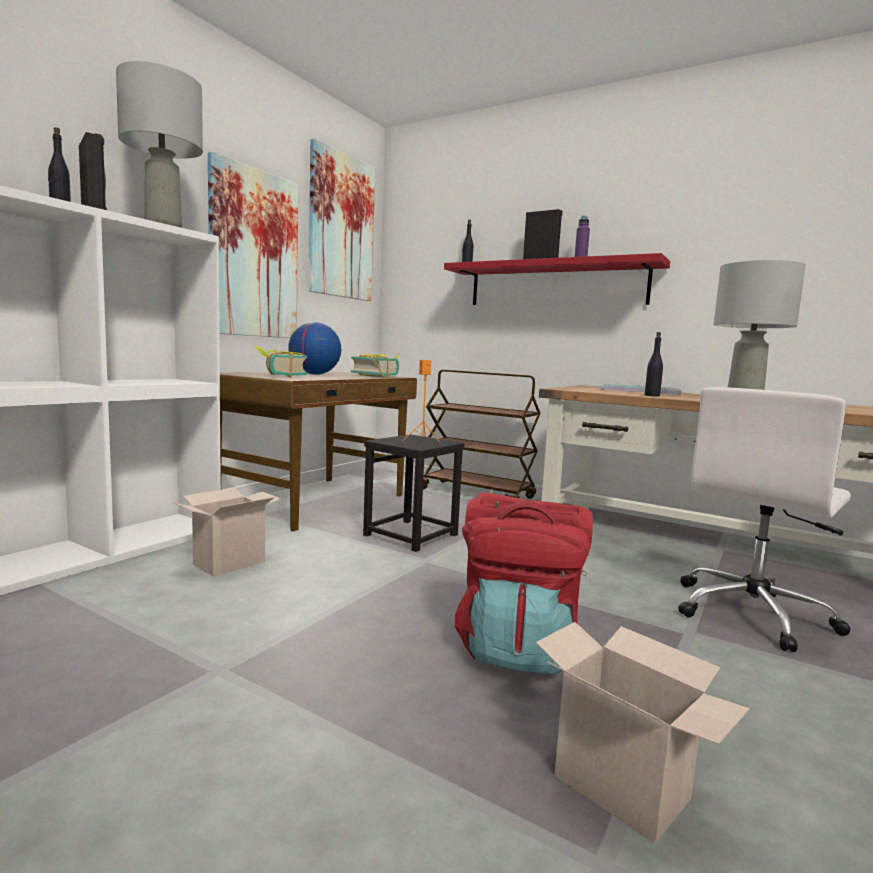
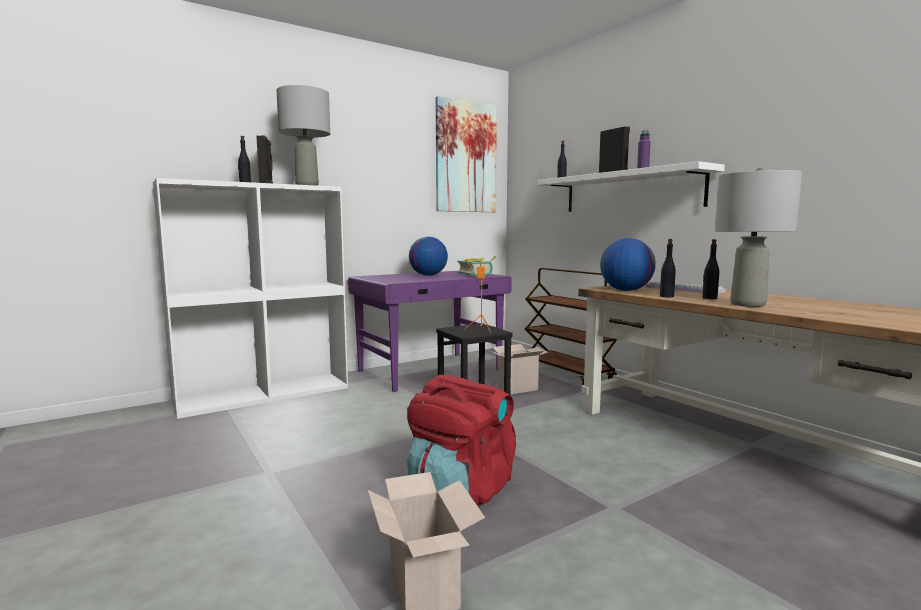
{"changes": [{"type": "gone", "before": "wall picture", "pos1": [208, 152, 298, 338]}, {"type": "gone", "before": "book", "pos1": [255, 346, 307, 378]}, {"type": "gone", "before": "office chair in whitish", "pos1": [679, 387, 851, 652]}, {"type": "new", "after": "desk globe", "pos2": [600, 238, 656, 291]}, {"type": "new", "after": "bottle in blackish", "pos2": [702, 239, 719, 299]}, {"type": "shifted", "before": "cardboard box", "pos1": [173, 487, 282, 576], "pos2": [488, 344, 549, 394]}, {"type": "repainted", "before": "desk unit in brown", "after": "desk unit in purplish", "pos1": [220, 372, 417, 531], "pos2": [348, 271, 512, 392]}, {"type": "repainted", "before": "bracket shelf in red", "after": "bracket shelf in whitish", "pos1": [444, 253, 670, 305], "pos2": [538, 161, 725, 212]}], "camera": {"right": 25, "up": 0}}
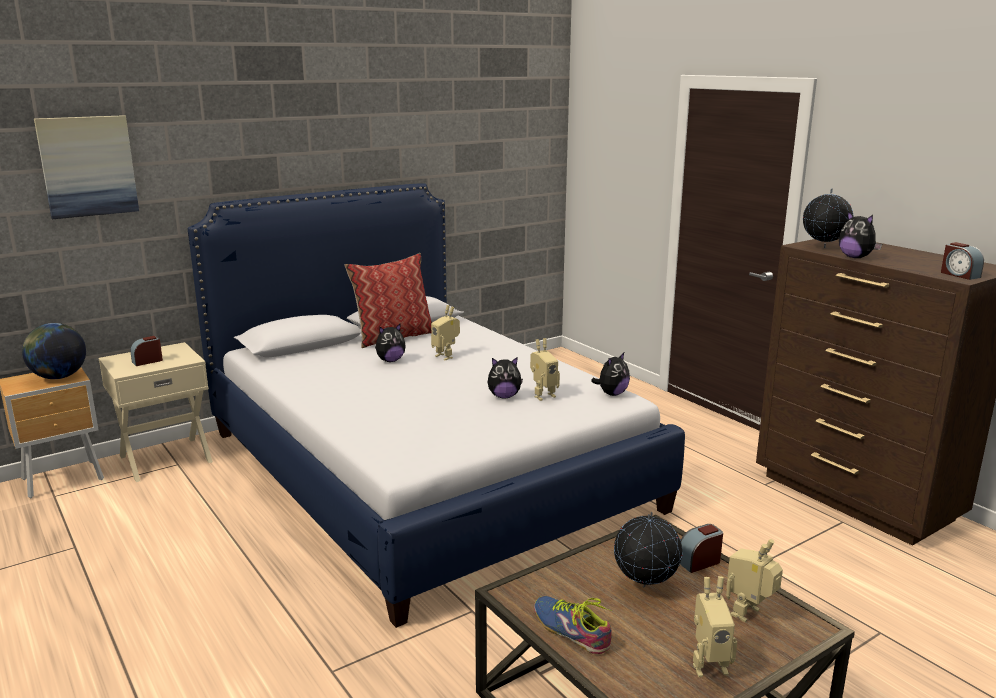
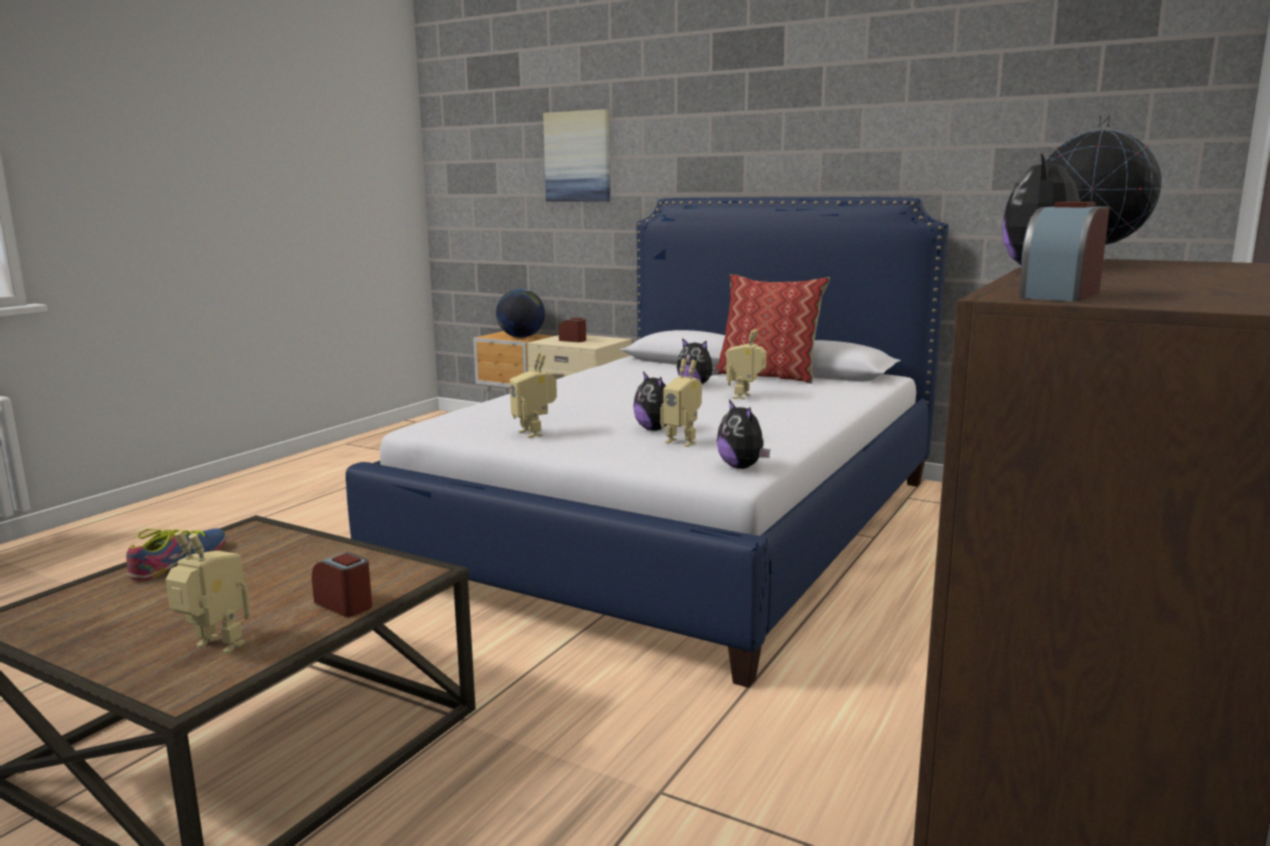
{"changes": [{"type": "gone", "before": "desk globe", "pos1": [614, 512, 683, 587]}, {"type": "shifted", "before": "robot figure", "pos1": [693, 576, 737, 677], "pos2": [510, 353, 557, 438]}, {"type": "rotated", "before": "cuddly toy", "pos1": [591, 353, 630, 396], "pos2": [717, 399, 770, 469], "turn": 45}], "camera": {"right": 65, "up": -5}}
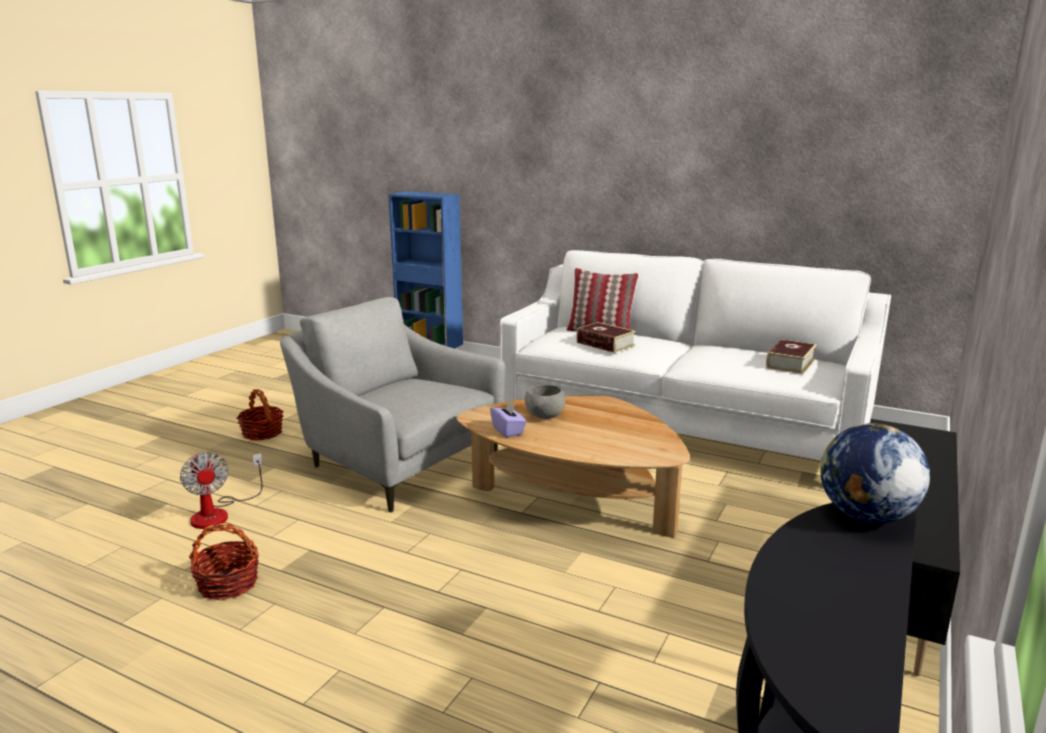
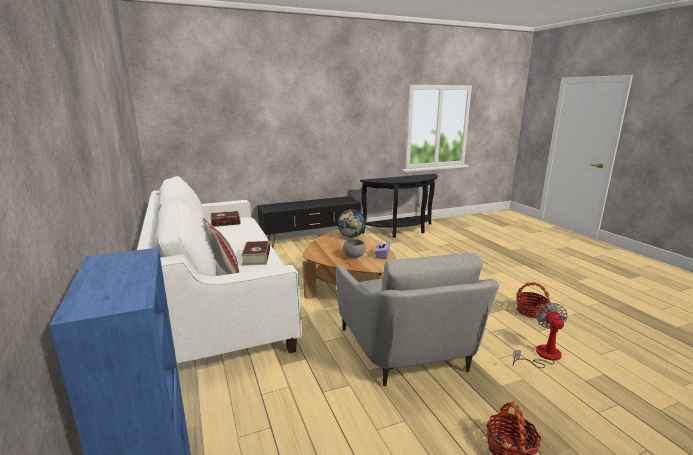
{"changes": [{"type": "shifted", "before": "desk globe", "pos1": [820, 423, 930, 523], "pos2": [338, 209, 366, 238]}], "camera": {"right": -140, "up": 0}}
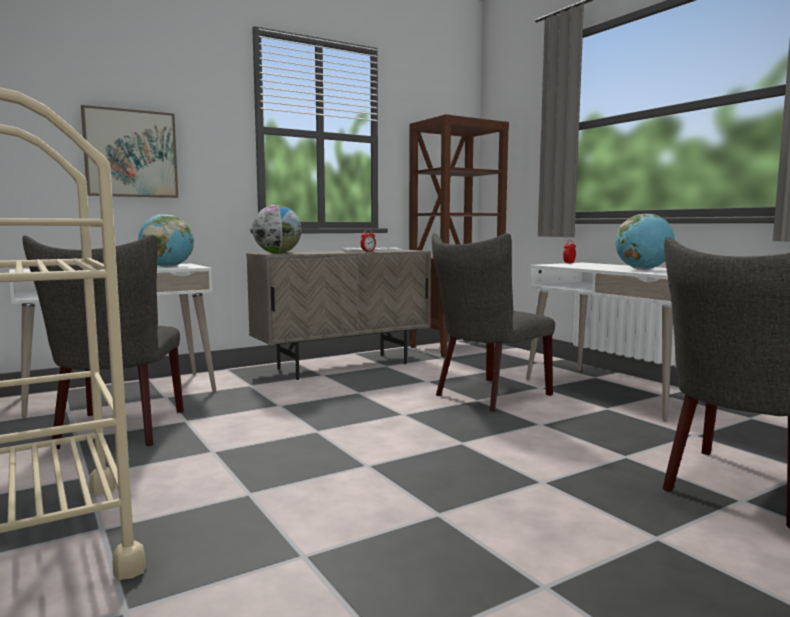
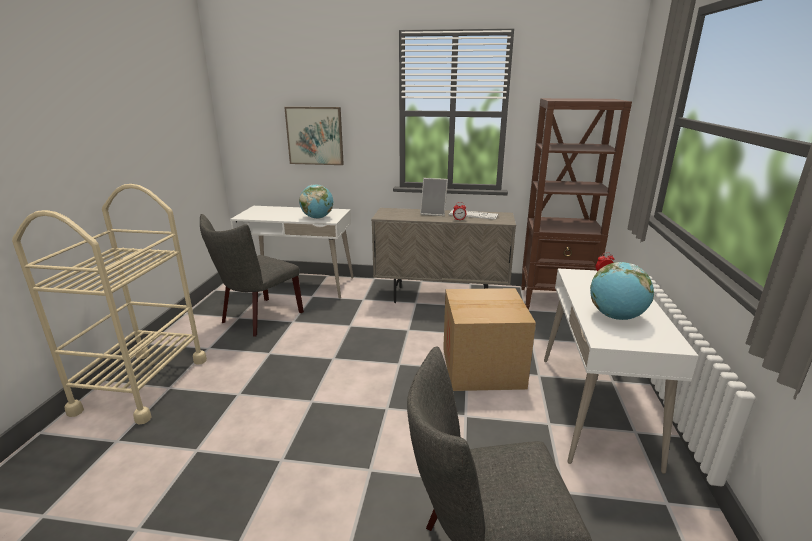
{"changes": [{"type": "gone", "before": "desk globe", "pos1": [252, 205, 302, 254]}, {"type": "new", "after": "photo frame", "pos2": [420, 178, 448, 216]}, {"type": "swapped", "before": "chair in grey", "after": "cardboard box", "pos1": [432, 233, 555, 412], "pos2": [443, 288, 536, 391]}], "camera": {"right": 40, "up": 15}}
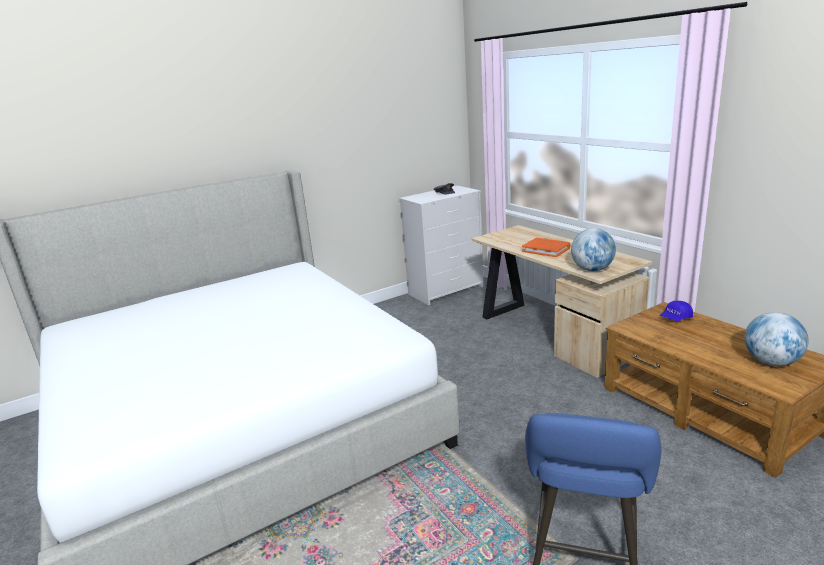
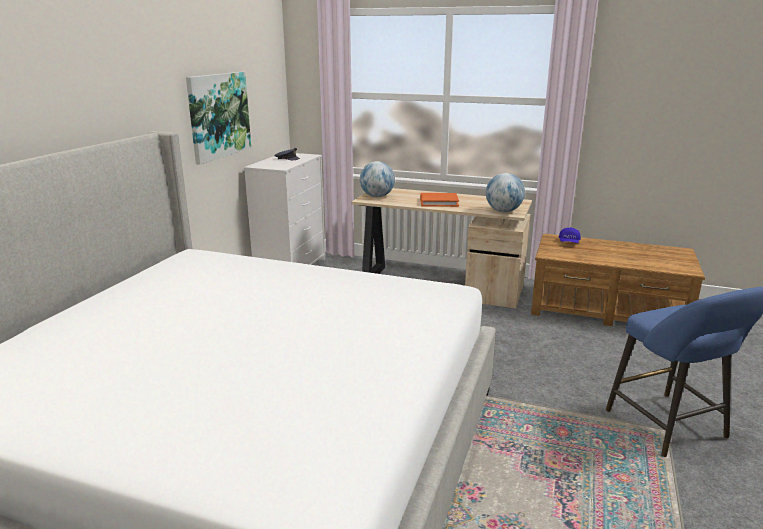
{"changes": [{"type": "new", "after": "wall picture", "pos2": [186, 72, 251, 165]}, {"type": "shifted", "before": "desk globe", "pos1": [745, 312, 809, 366], "pos2": [360, 161, 395, 197]}], "camera": {"right": -40, "up": 0}}
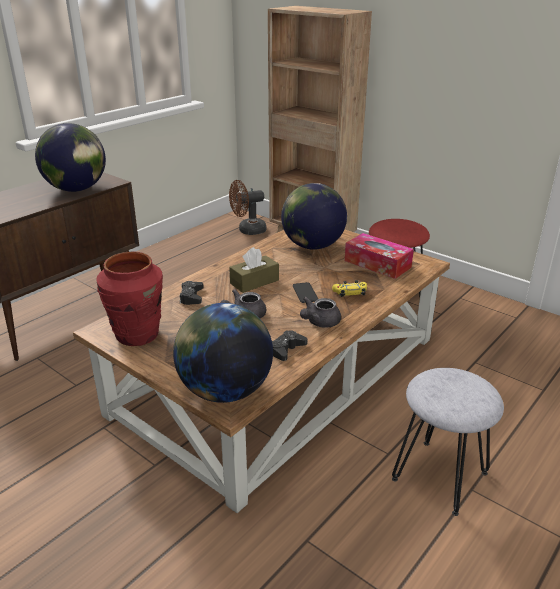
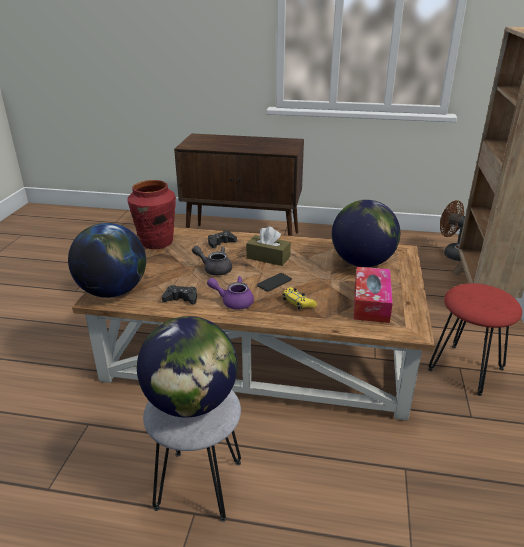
{"changes": [{"type": "shifted", "before": "desk globe", "pos1": [35, 123, 106, 192], "pos2": [137, 316, 238, 417]}, {"type": "repainted", "before": "teapot in grey", "after": "teapot in purplish", "pos1": [300, 297, 341, 328], "pos2": [207, 276, 254, 310]}], "camera": {"right": 60, "up": 0}}
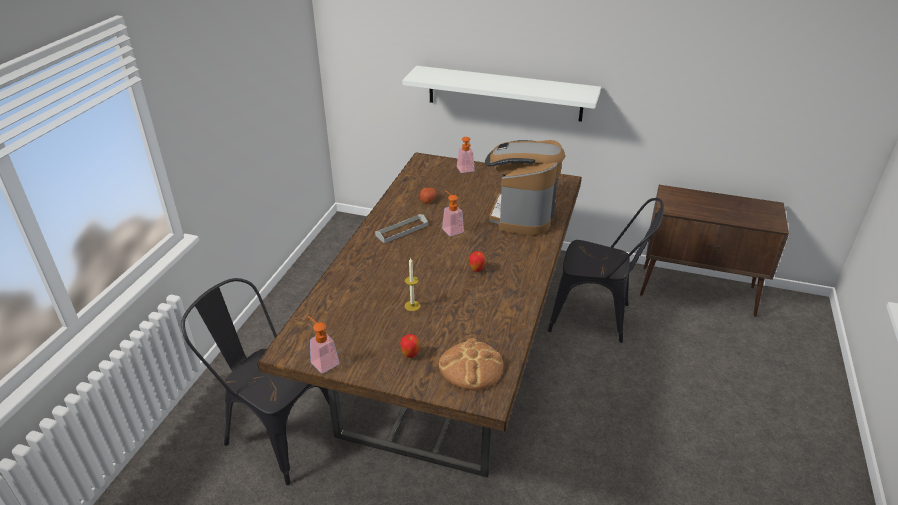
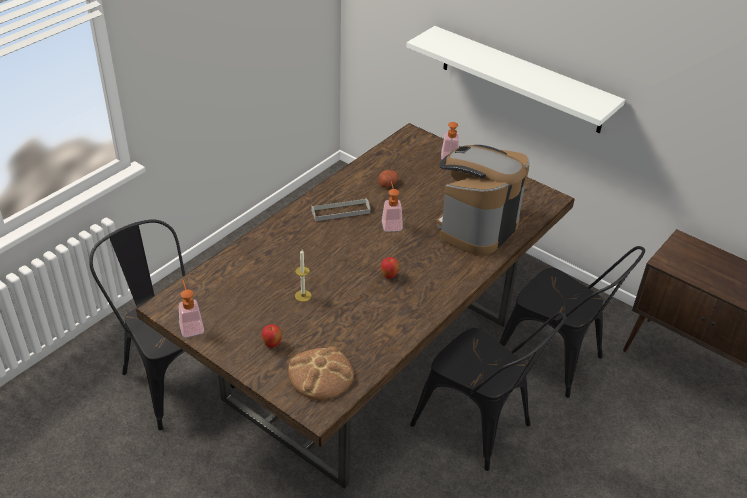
{"changes": [{"type": "new", "after": "chair in blackish", "pos2": [410, 312, 567, 471]}], "camera": {"right": 20, "up": 5}}
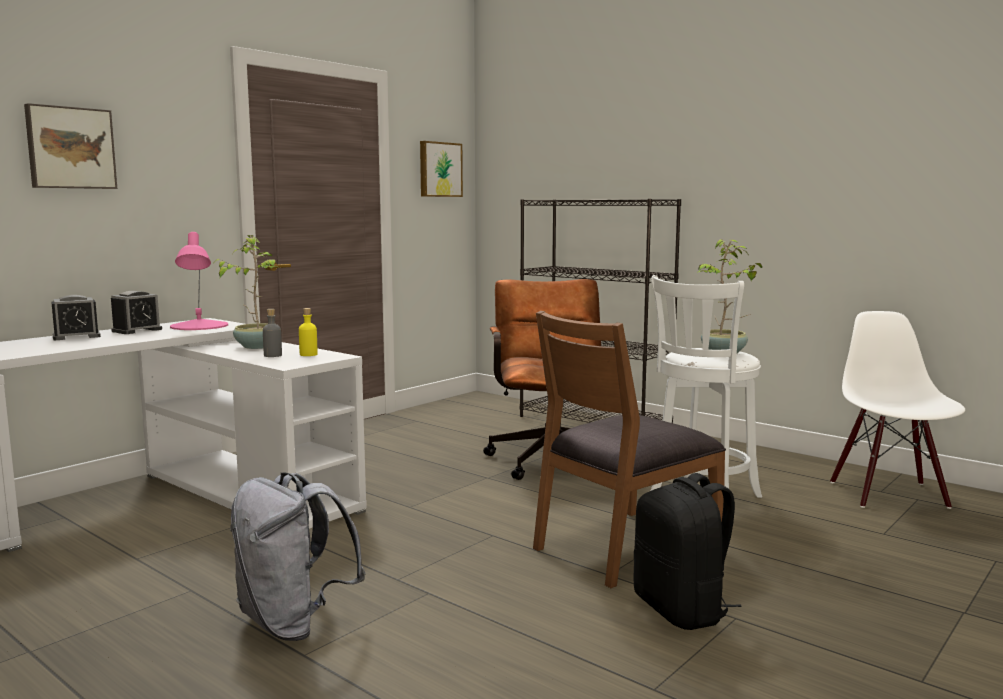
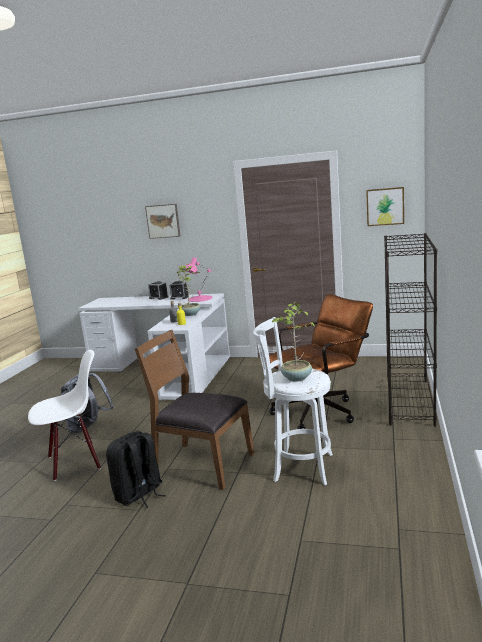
{"changes": [{"type": "shifted", "before": "chair in whitish", "pos1": [830, 311, 965, 509], "pos2": [28, 350, 101, 481]}], "camera": {"right": 65, "up": 5}}
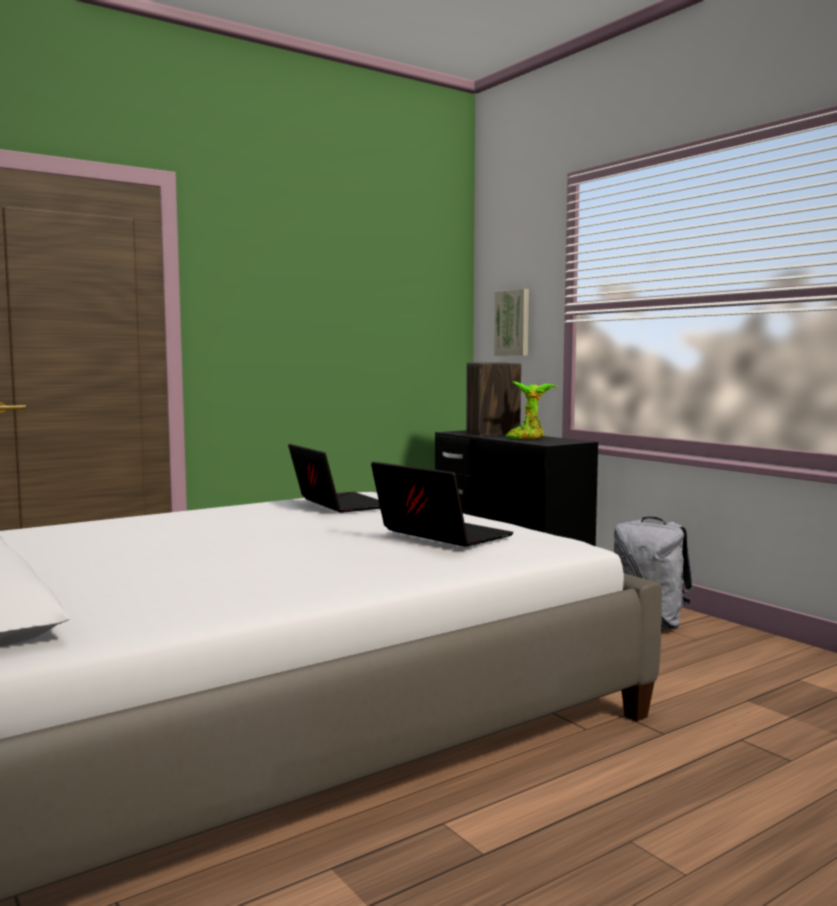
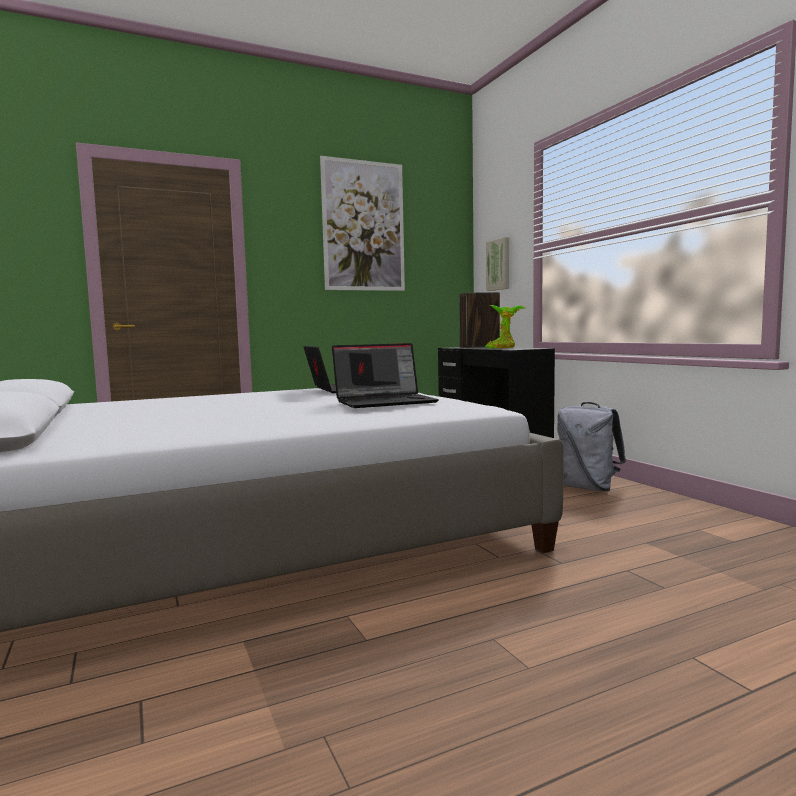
{"changes": [{"type": "new", "after": "wall picture", "pos2": [320, 156, 405, 291]}, {"type": "rotated", "before": "portable computer", "pos1": [371, 462, 514, 547], "pos2": [332, 343, 439, 408], "turn": 105}], "camera": {"right": 10, "up": 0}}
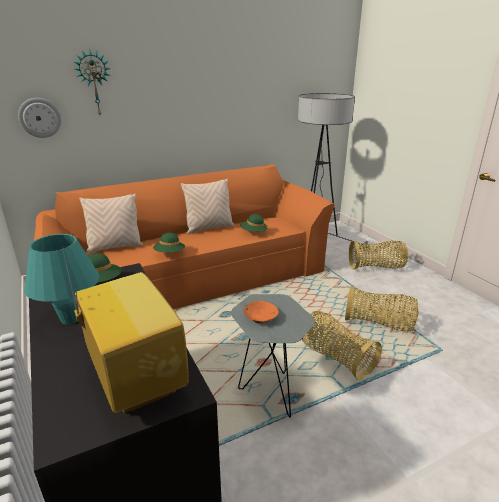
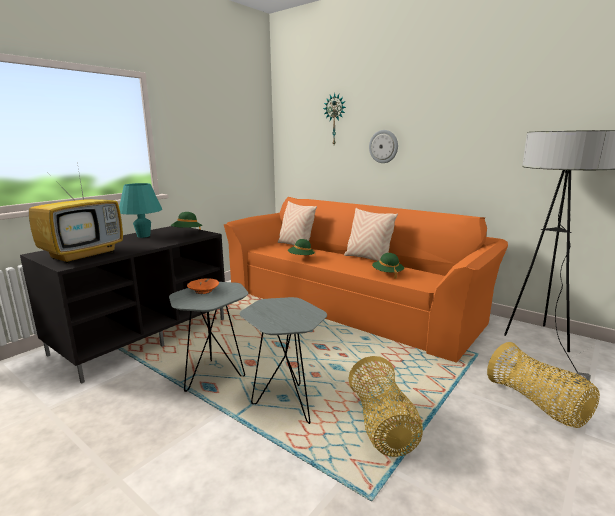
{"changes": [{"type": "shifted", "before": "wall clock", "pos1": [18, 98, 62, 138], "pos2": [369, 130, 398, 163]}, {"type": "swapped", "before": "household basket", "after": "side table in grey", "pos1": [302, 311, 382, 381], "pos2": [240, 297, 327, 424]}], "camera": {"right": 65, "up": -10}}
